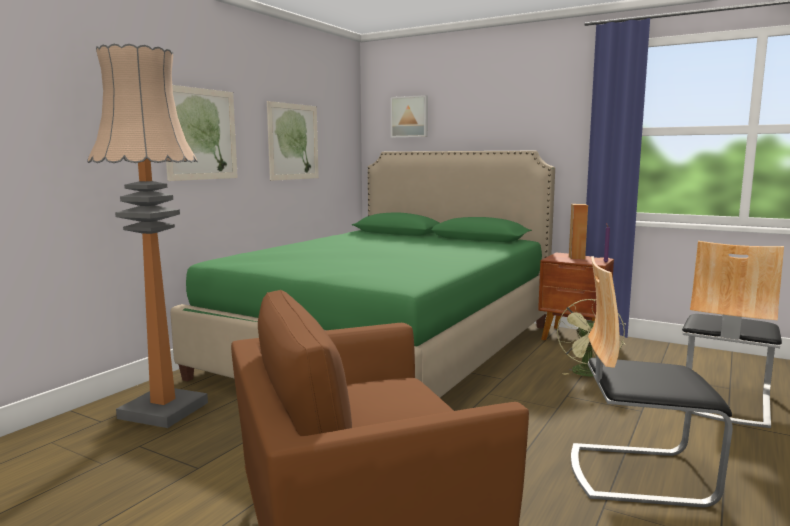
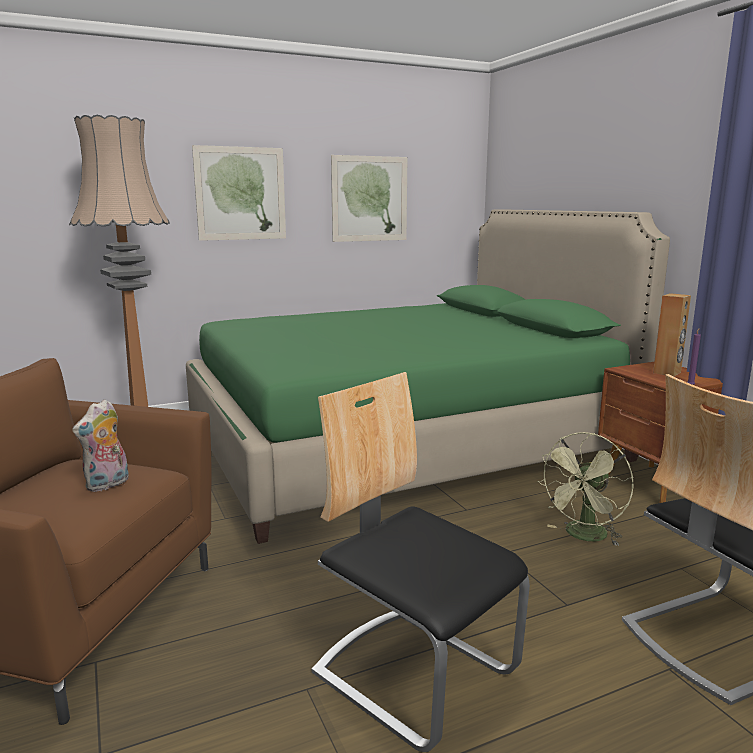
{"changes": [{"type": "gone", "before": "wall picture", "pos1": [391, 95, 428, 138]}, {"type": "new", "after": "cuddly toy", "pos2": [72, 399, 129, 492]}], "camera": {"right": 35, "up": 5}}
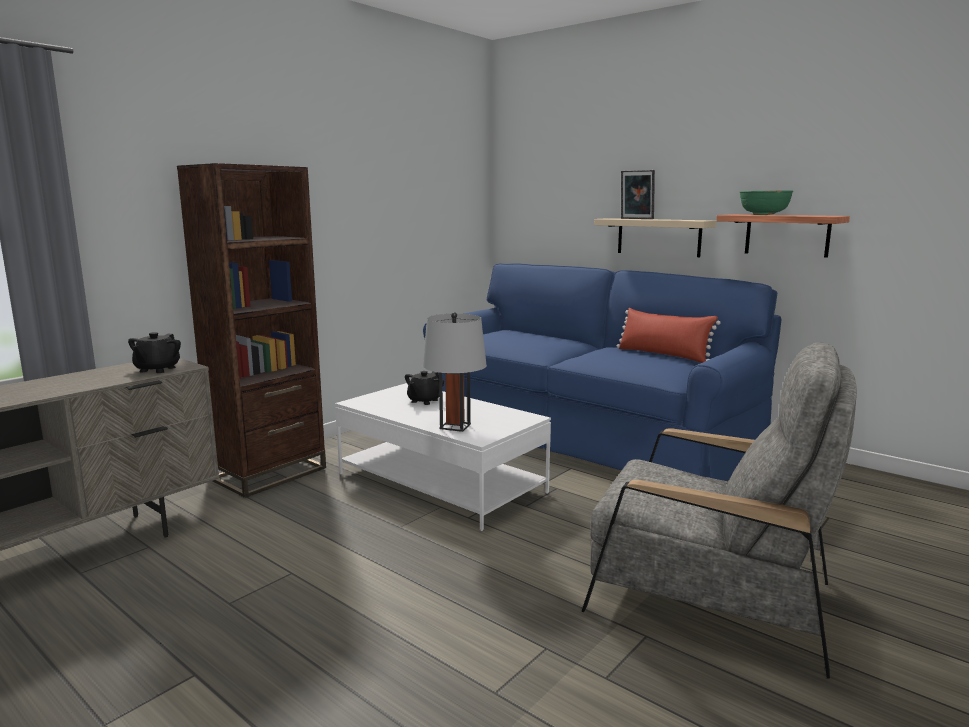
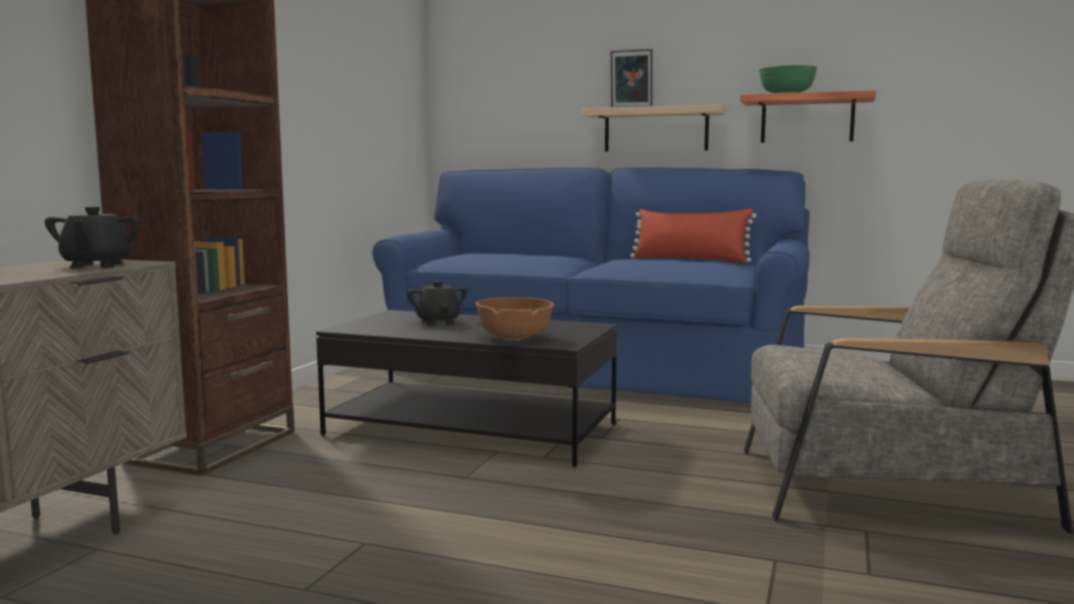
{"changes": [{"type": "swapped", "before": "lamp for a table in grey", "after": "serving bowl in brown", "pos1": [423, 312, 487, 432], "pos2": [476, 297, 554, 341]}, {"type": "repainted", "before": "low table in whitish", "after": "low table in blackish", "pos1": [335, 383, 551, 531], "pos2": [316, 310, 617, 467]}, {"type": "rotated", "before": "teapot in blackish", "pos1": [405, 371, 444, 405], "pos2": [407, 281, 468, 325], "turn": 150}], "camera": {"right": -20, "up": -5}}
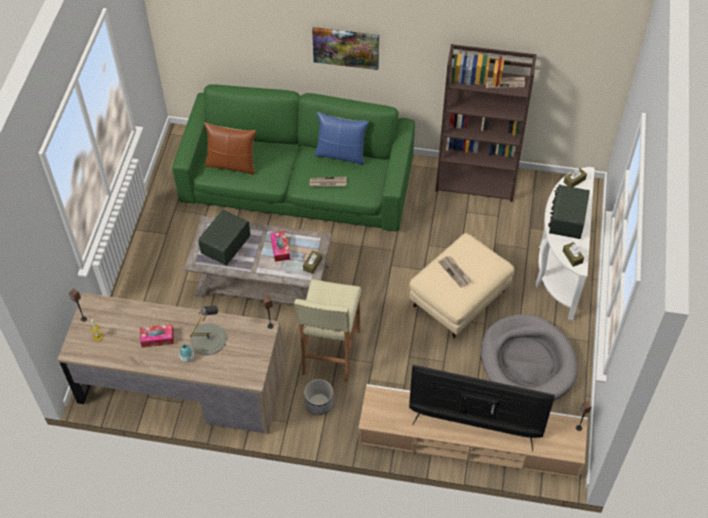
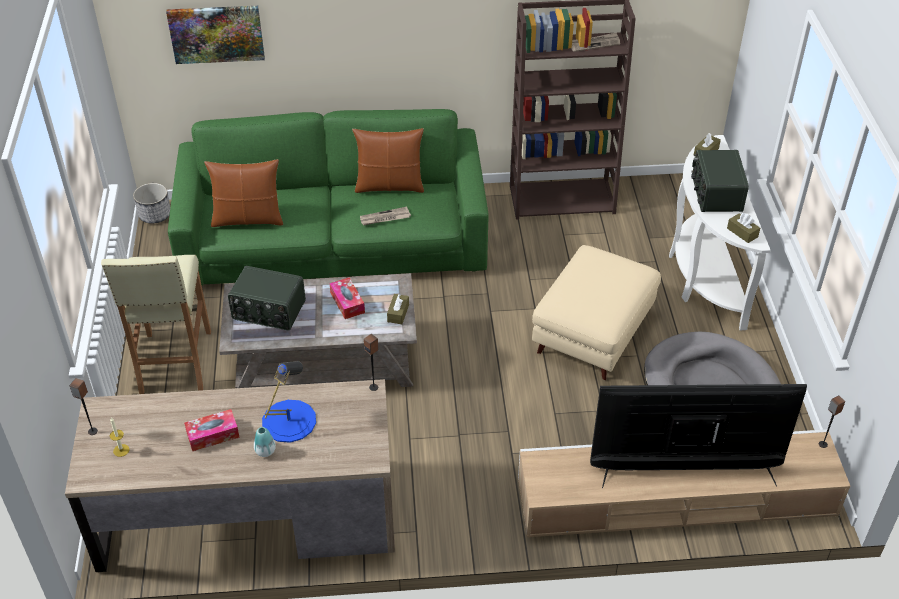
{"changes": [{"type": "gone", "before": "daily paper", "pos1": [438, 256, 472, 288]}, {"type": "shifted", "before": "stool seat in beige-coloured", "pos1": [295, 279, 361, 382], "pos2": [101, 255, 211, 394]}, {"type": "shifted", "before": "flower pot", "pos1": [304, 379, 333, 415], "pos2": [133, 183, 170, 224]}, {"type": "shifted", "before": "wall picture", "pos1": [312, 27, 379, 70], "pos2": [166, 6, 265, 64]}, {"type": "repainted", "before": "lamp for a table in grey", "after": "lamp for a table in blue", "pos1": [189, 306, 227, 355], "pos2": [262, 361, 316, 443]}, {"type": "repainted", "before": "throw pillow in blue", "after": "throw pillow in brown", "pos1": [314, 112, 369, 165], "pos2": [352, 128, 424, 193]}, {"type": "rotated", "before": "radio", "pos1": [198, 210, 250, 266], "pos2": [228, 266, 306, 330], "turn": -90}], "camera": {"right": -15, "up": -10}}
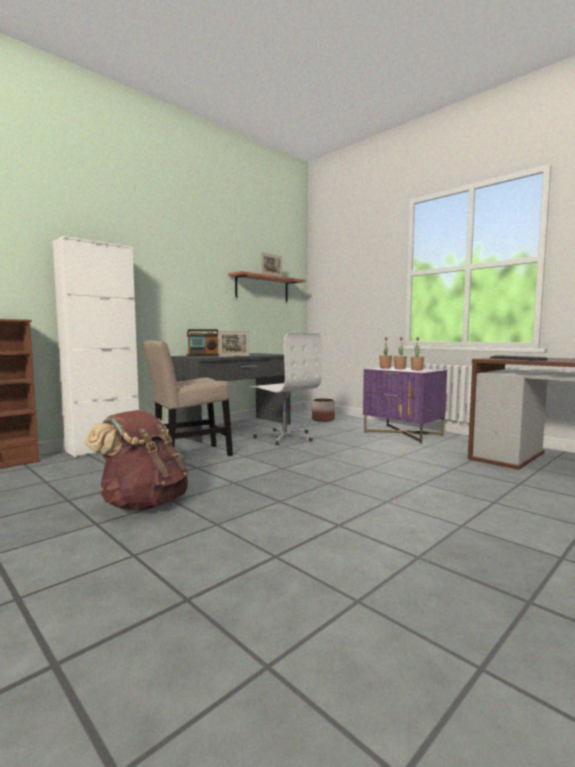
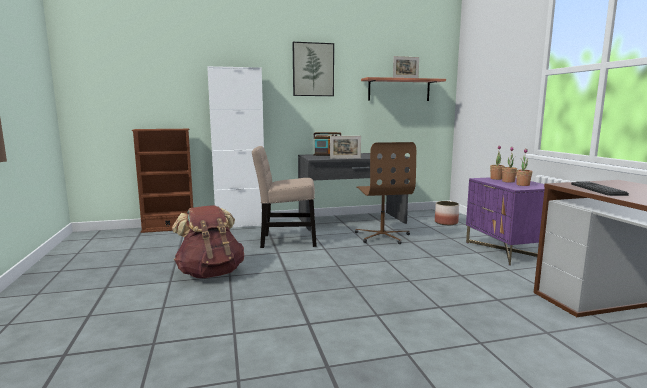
{"changes": [{"type": "new", "after": "wall picture", "pos2": [293, 42, 334, 96]}, {"type": "repainted", "before": "office chair in whitish", "after": "office chair in brown", "pos1": [250, 333, 322, 445], "pos2": [355, 142, 416, 244]}], "camera": {"right": 30, "up": 5}}
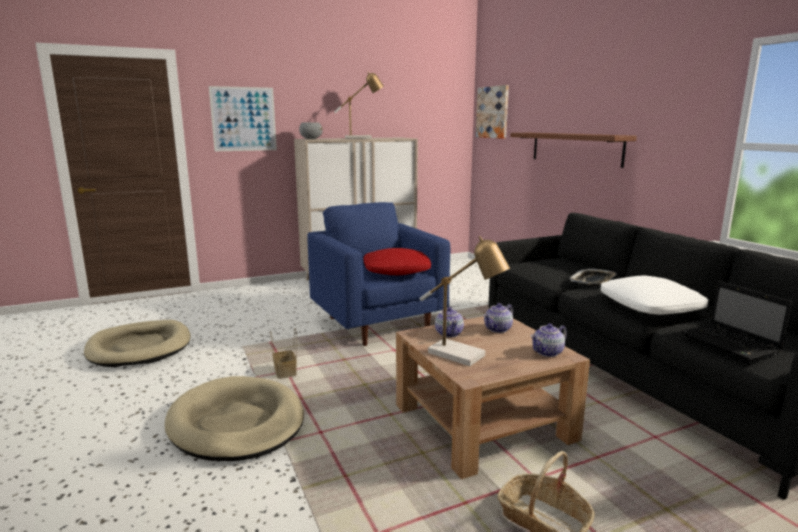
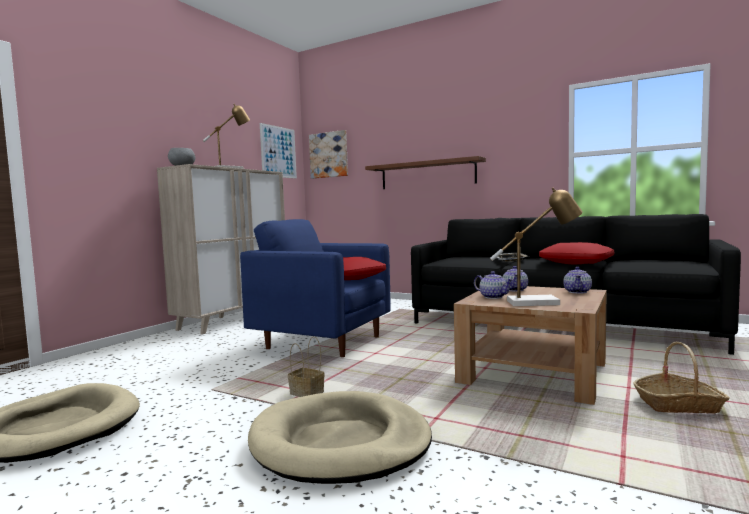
{"changes": [{"type": "gone", "before": "portable computer", "pos1": [680, 281, 792, 362]}, {"type": "shifted", "before": "wall picture", "pos1": [209, 86, 277, 151], "pos2": [260, 123, 297, 178]}, {"type": "repainted", "before": "throw pillow in whitish", "after": "throw pillow in red", "pos1": [601, 275, 708, 315], "pos2": [539, 242, 615, 264]}], "camera": {"right": -35, "up": -10}}
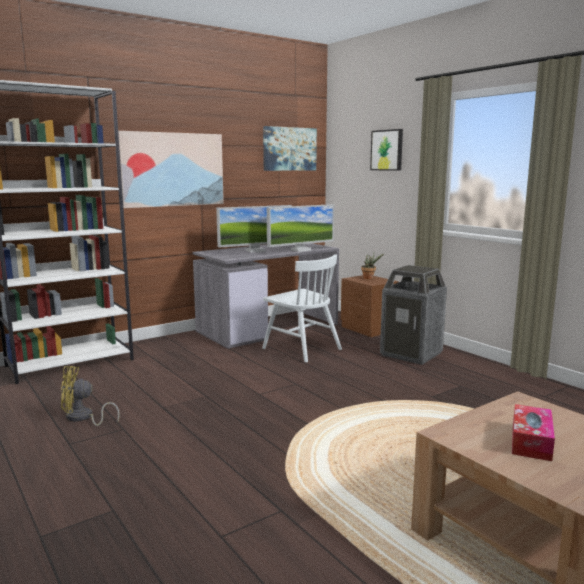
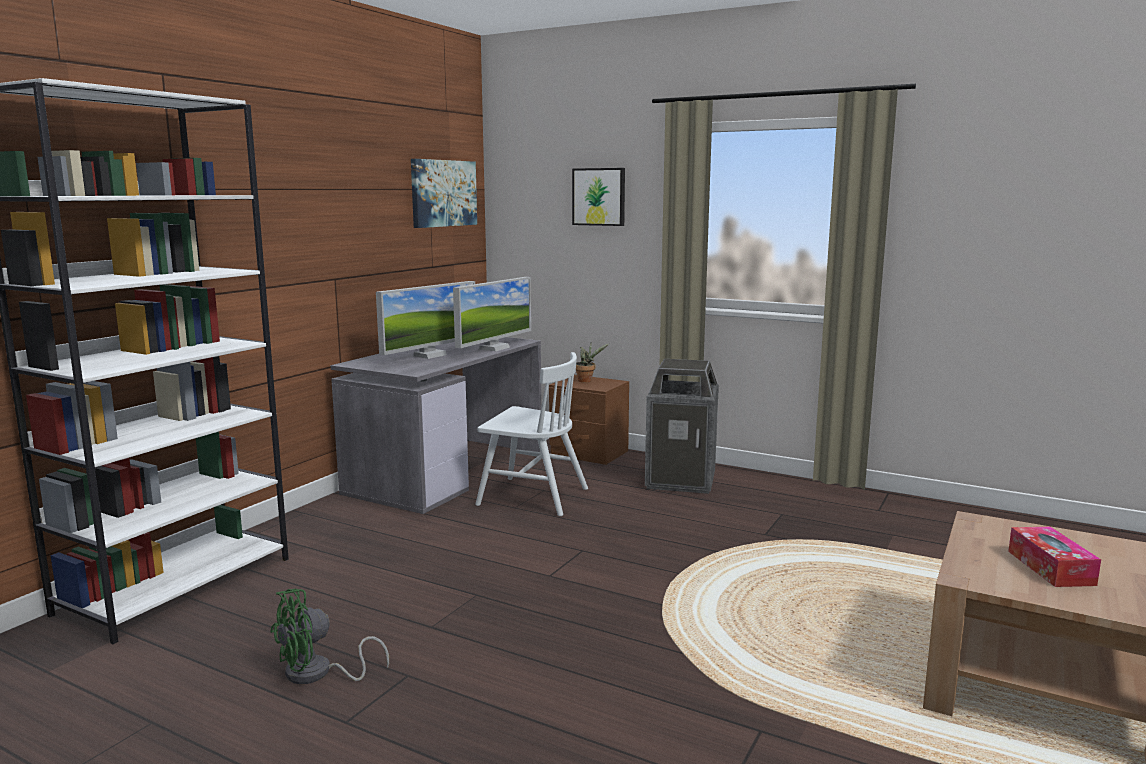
{"changes": [{"type": "gone", "before": "wall picture", "pos1": [118, 131, 224, 208]}, {"type": "repainted", "before": "fan in yellowish", "after": "fan in greenish", "pos1": [61, 366, 120, 426], "pos2": [270, 589, 389, 684]}], "camera": {"right": -25, "up": 0}}
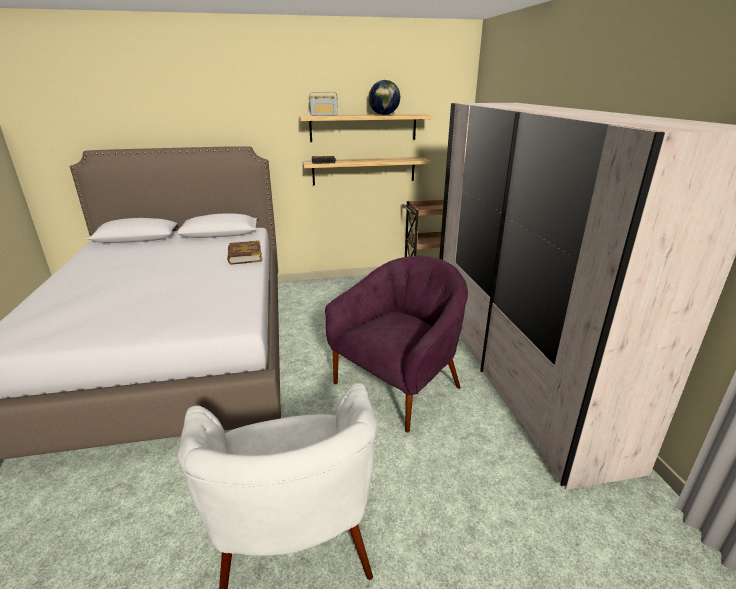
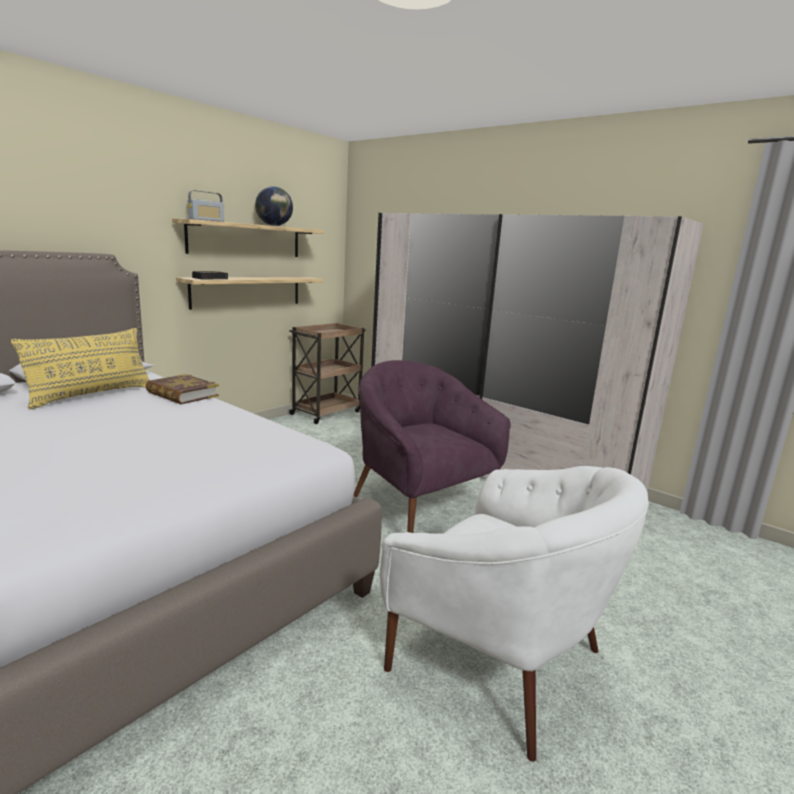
{"changes": [{"type": "new", "after": "throw pillow in yellowish", "pos2": [11, 328, 149, 409]}, {"type": "rotated", "before": "lounge chair in purplish", "pos1": [325, 256, 468, 433], "pos2": [354, 360, 511, 533], "turn": -45}], "camera": {"right": -40, "up": -10}}
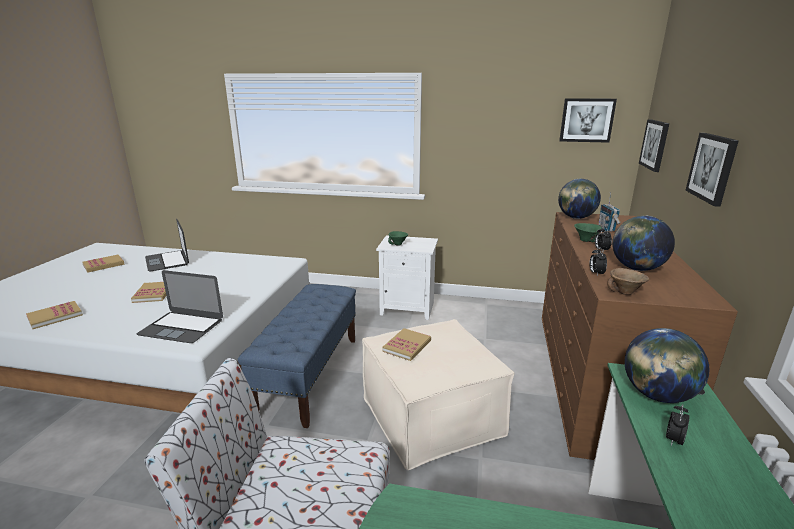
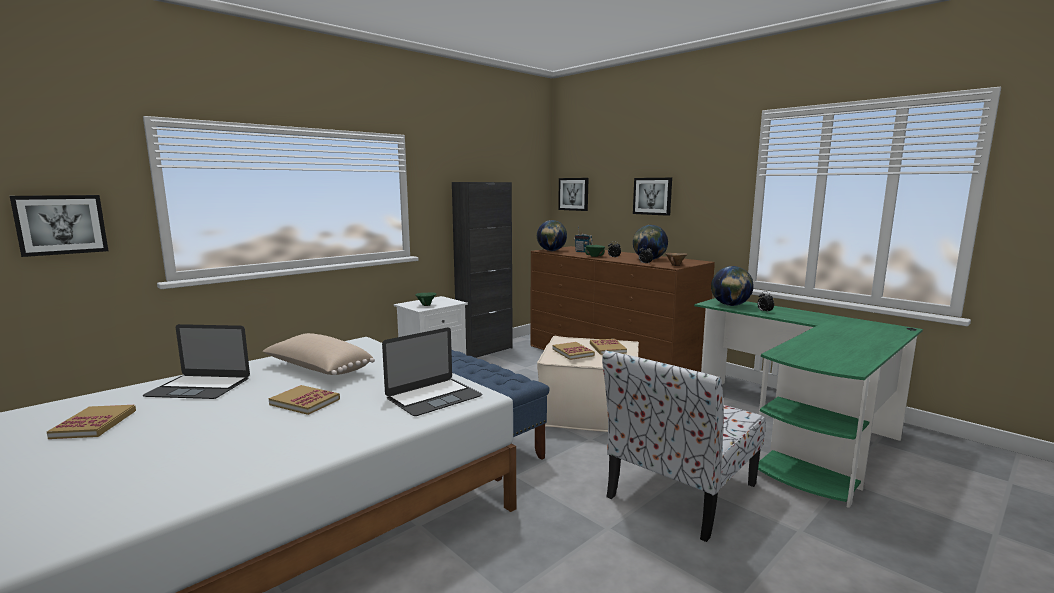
{"changes": [{"type": "new", "after": "throw pillow in beige-coloured", "pos2": [263, 333, 375, 375]}, {"type": "new", "after": "storage cabinet in blackish", "pos2": [452, 182, 513, 358]}, {"type": "shifted", "before": "book", "pos1": [26, 301, 83, 329], "pos2": [590, 339, 627, 355]}, {"type": "shifted", "before": "wall picture", "pos1": [559, 98, 617, 143], "pos2": [10, 195, 108, 257]}], "camera": {"right": -55, "up": -10}}
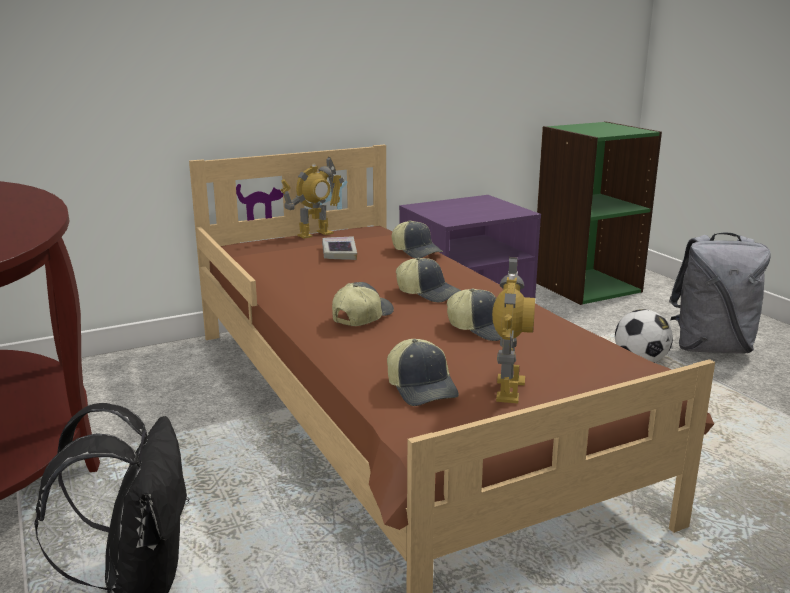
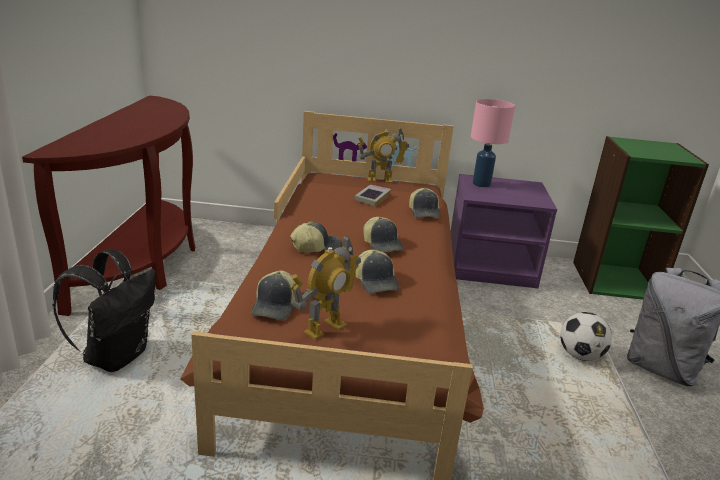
{"changes": [{"type": "new", "after": "lamp for a table in pink", "pos2": [471, 99, 515, 187]}], "camera": {"right": 30, "up": 5}}
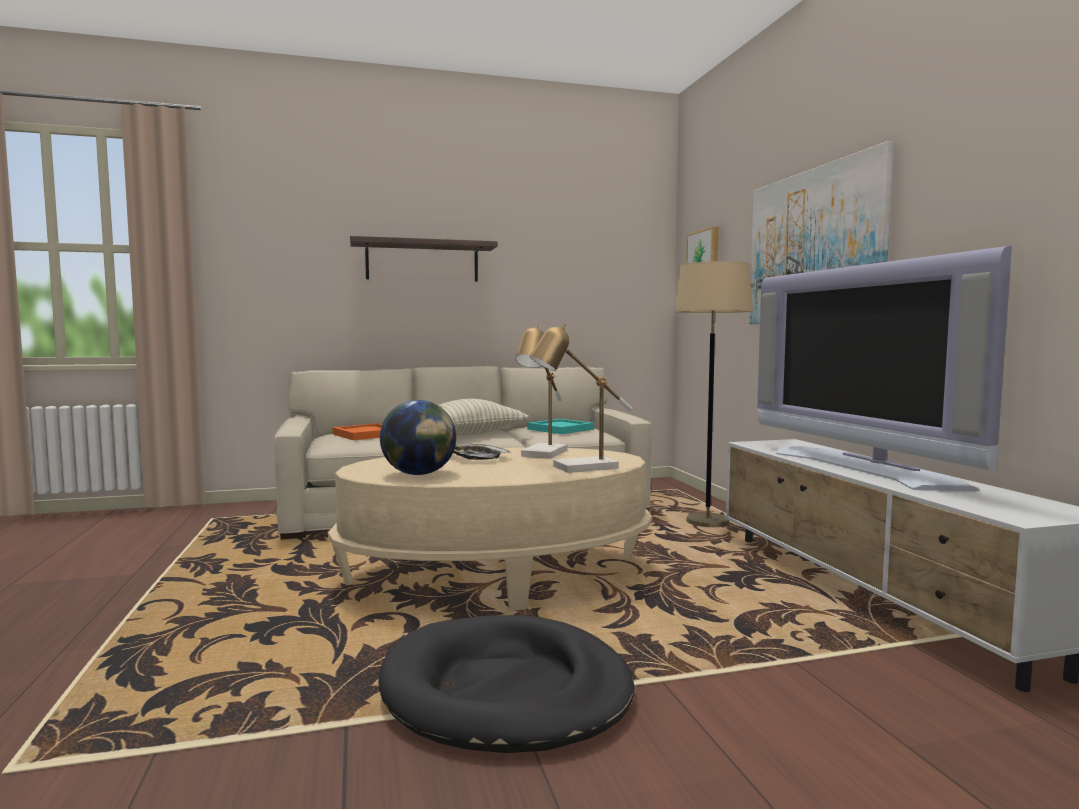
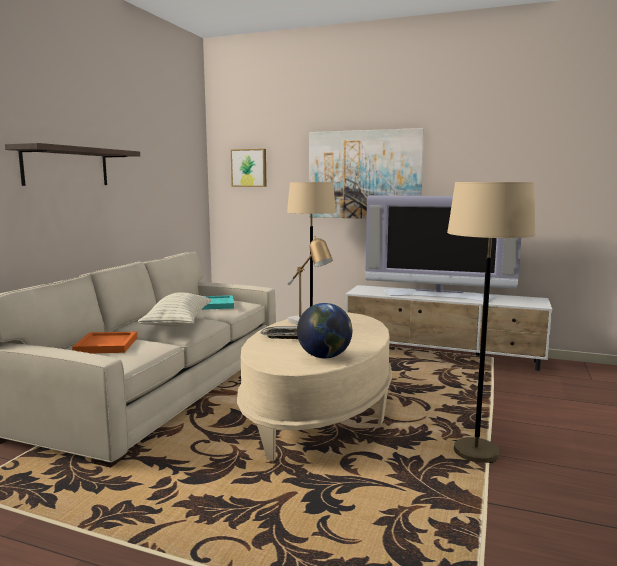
{"changes": [{"type": "gone", "before": "lamp for a table", "pos1": [530, 324, 632, 473]}, {"type": "swapped", "before": "dog bed in blackish", "after": "standing lamp in beige-coloured", "pos1": [378, 615, 635, 753], "pos2": [447, 182, 536, 463]}], "camera": {"right": -55, "up": 5}}
